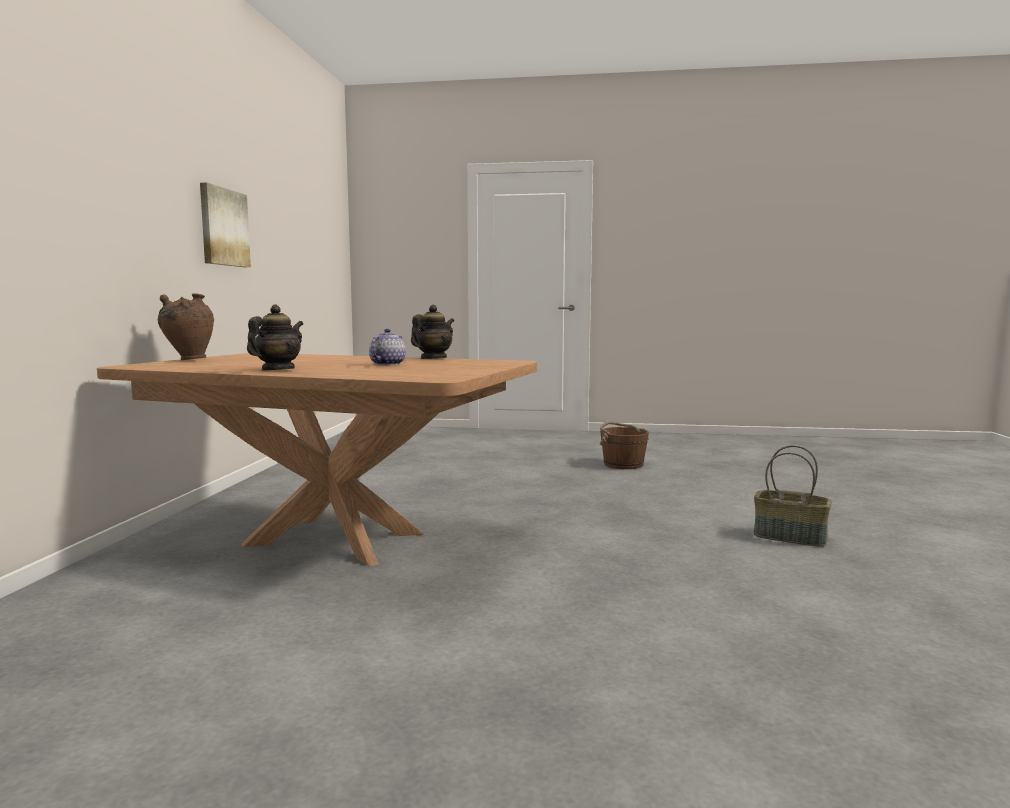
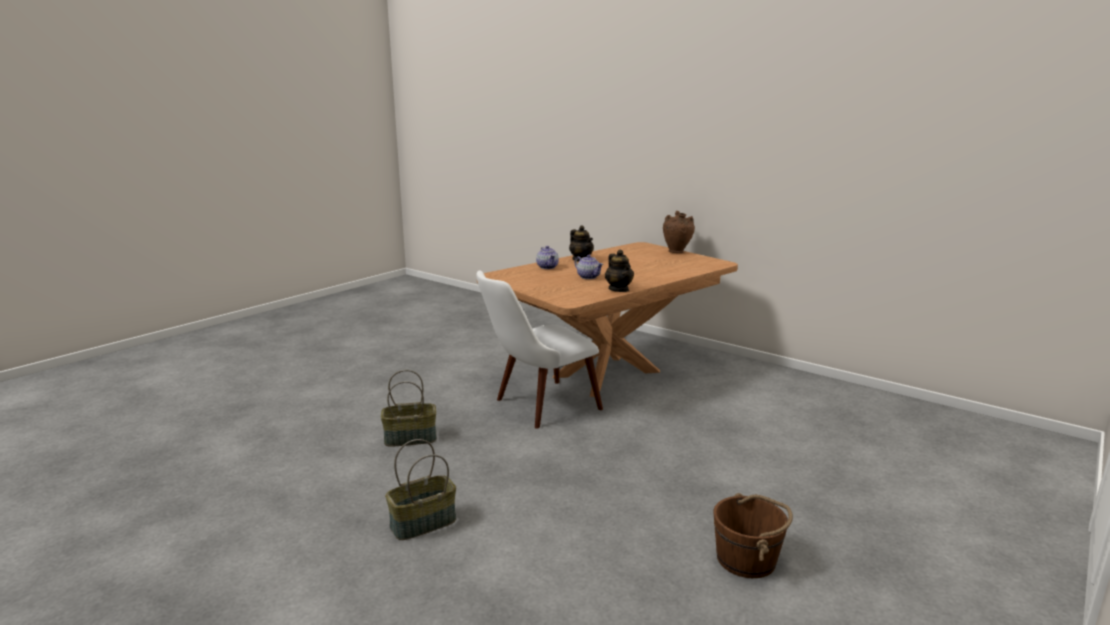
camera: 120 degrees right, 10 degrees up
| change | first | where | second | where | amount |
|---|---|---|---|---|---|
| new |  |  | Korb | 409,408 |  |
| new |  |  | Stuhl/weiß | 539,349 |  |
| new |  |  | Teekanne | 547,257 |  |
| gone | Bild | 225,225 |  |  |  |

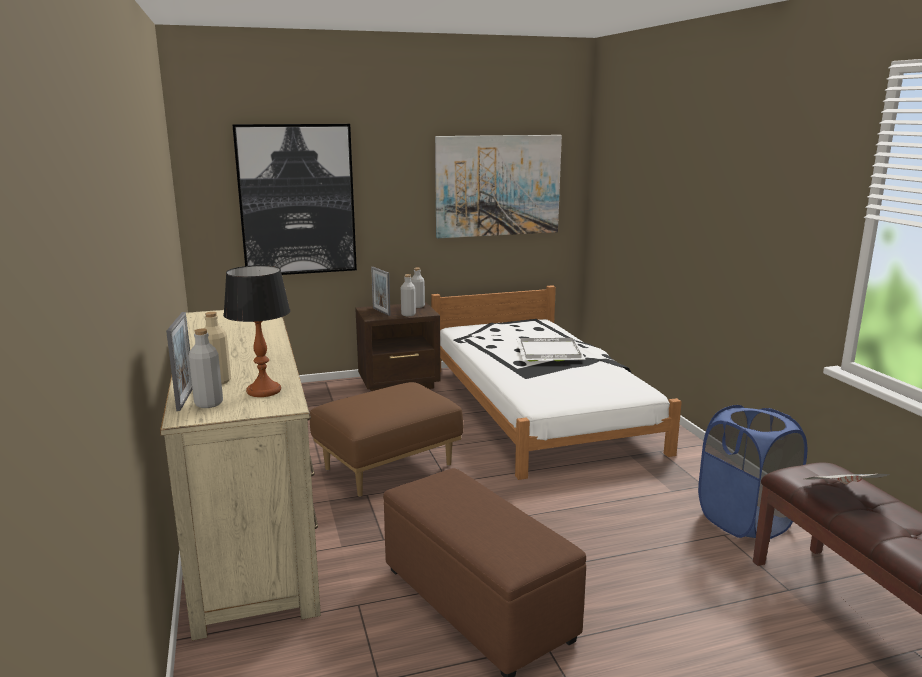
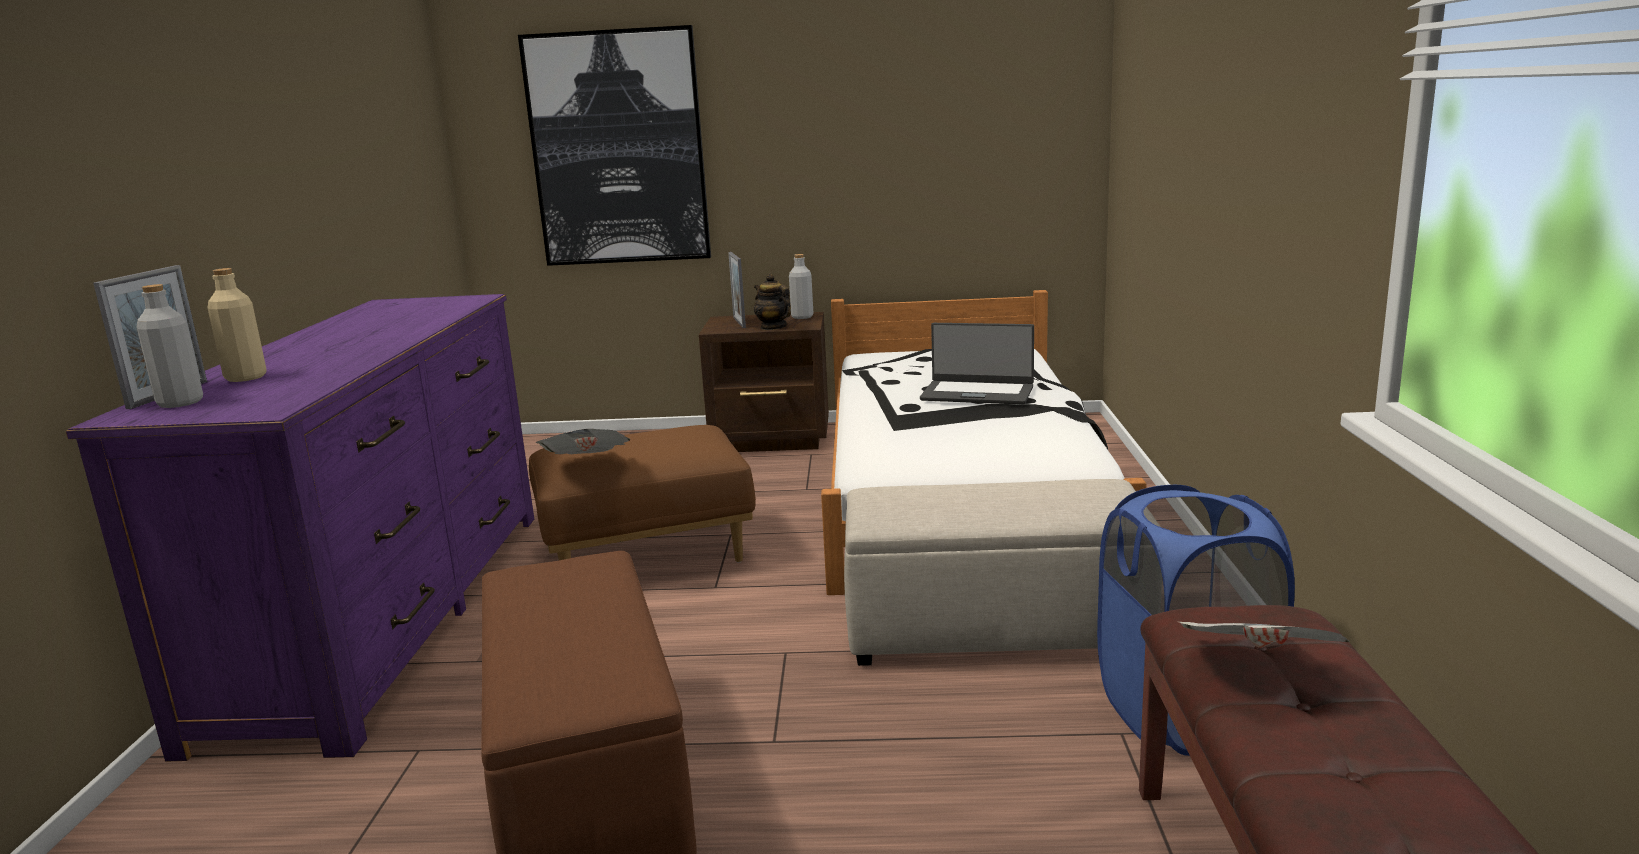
camera: 20 degrees right, 0 degrees up
| change | first | where | second | where | amount |
|---|---|---|---|---|---|
| repainted | Kommode/beige | 240,475 | Kommode/lila | 300,527 |  |
| new |  |  | Zeitung | 583,441 |  |
| swapped | Flasche/grau | 408,295 | Teekanne | 772,302 |  |
| new |  |  | Polsterhocker/beige | 990,572 |  |
| swapped | Tablett/weiß | 551,350 | Laptop | 977,364 |  |
| gone | Tischlampe | 256,331 |  |  |  |
| gone | Bild | 498,186 |  |  |  |

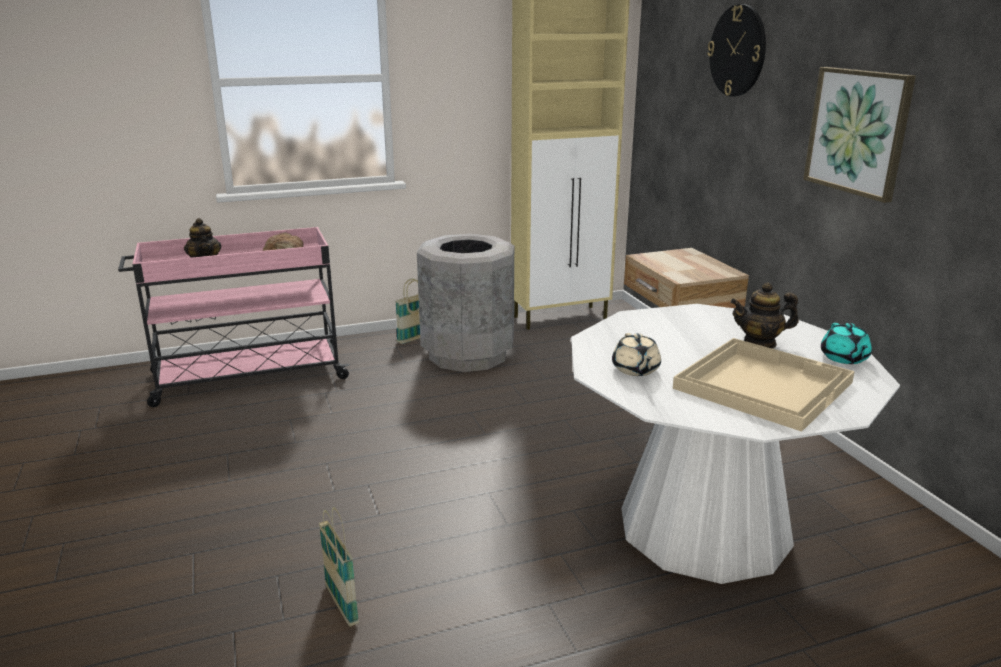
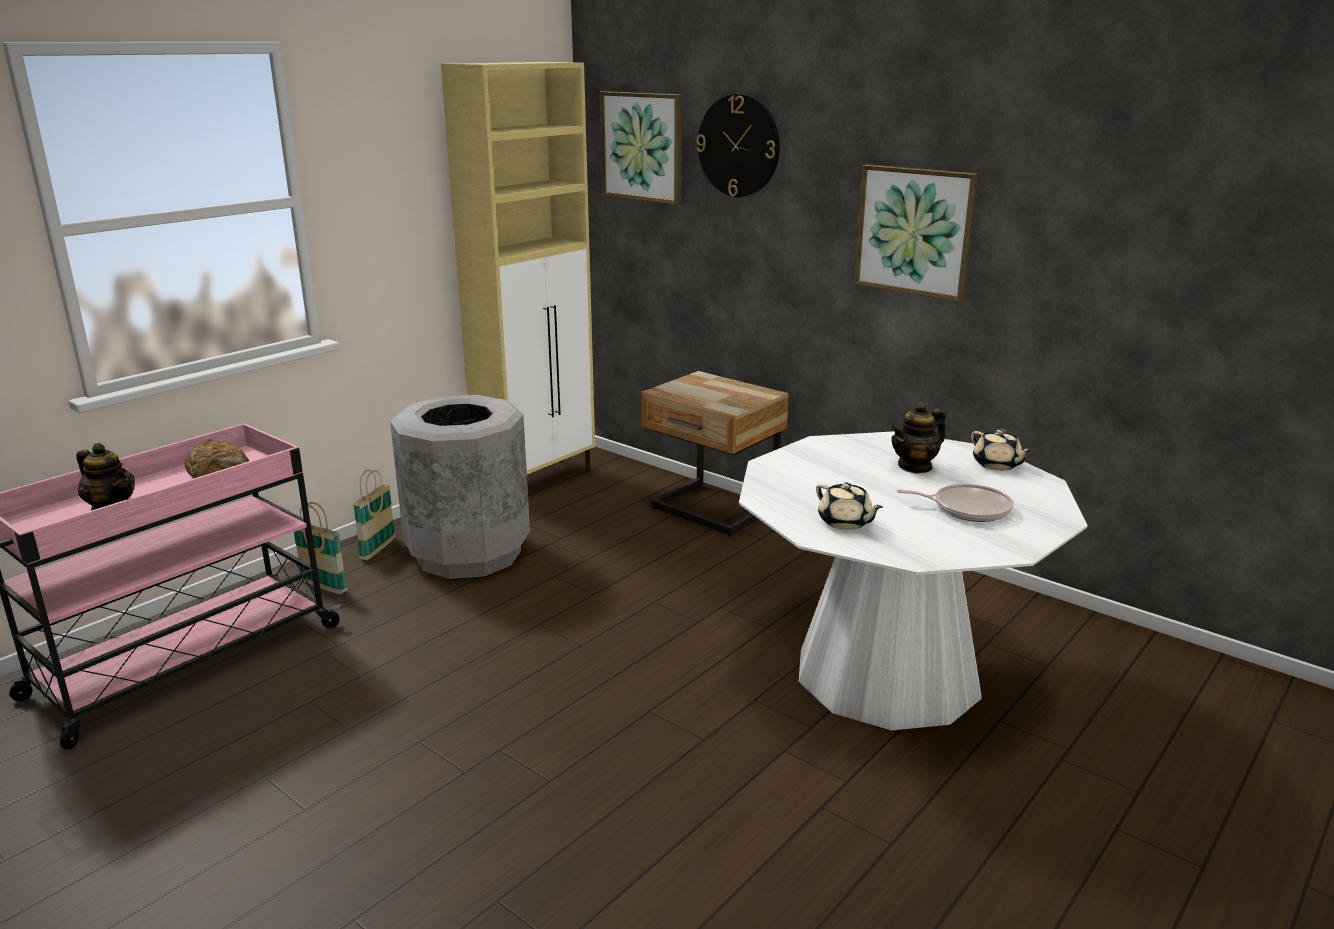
camera: 30 degrees left, 0 degrees up
| change | first | where | second | where | amount |
|---|---|---|---|---|---|
| shifted | Korb | 339,567 |  | 321,548 |  |
| new |  |  | Bild | 641,148 |  |
| swapped | Tablett/beige | 764,385 | Pfanne | 955,503 |  |
| repainted | Teekanne/türkis | 846,343 | Teekanne/beige | 1002,450 |  |

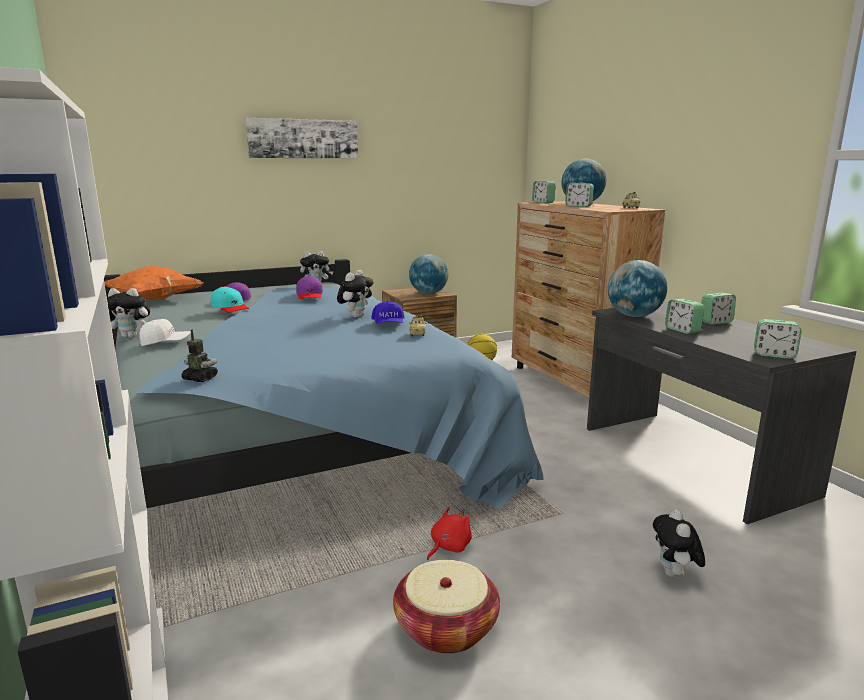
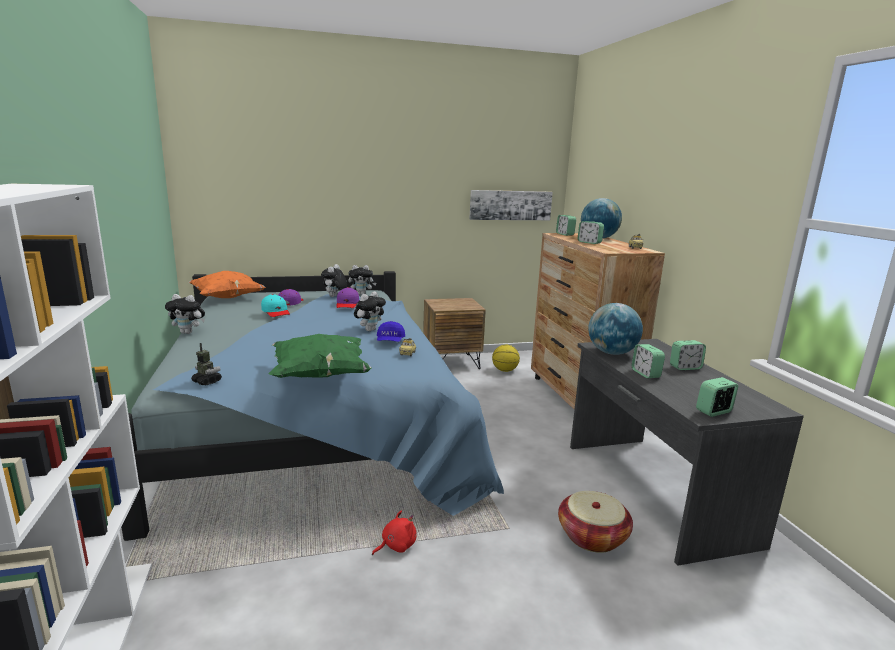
camera: 10 degrees right, 0 degrees up
| change | first | where | second | where | amount |
|---|---|---|---|---|---|
| new |  |  | Kissen/grün | 320,356 |  |
| shifted | Plüschtier | 679,543 |  | 334,280 |  |
| shifted | Bild | 301,138 |  | 511,205 |  |
| shifted | Korb | 446,607 |  | 595,522 |  |
| rotated | Wecker | 778,339 |  | 717,397 | 120 degrees clockwise |
| gone | Kappe/weiß | 165,332 |  |  |  |
| gone | Globus | 428,274 |  |  |  |

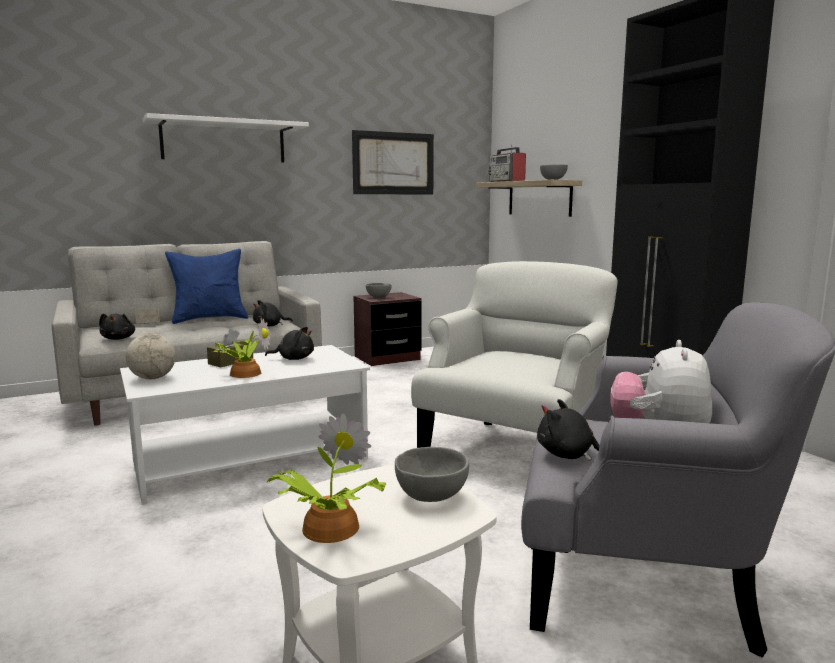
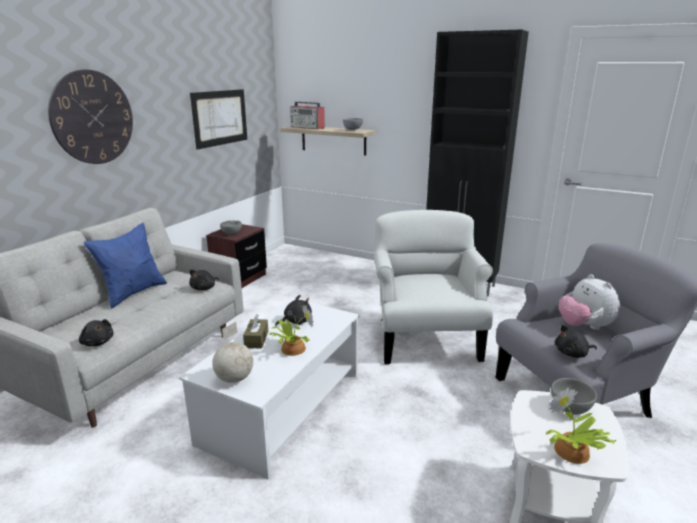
camera: 35 degrees left, 10 degrees up
| change | first | where | second | where | amount |
|---|---|---|---|---|---|
| swapped | Wandregal/weiß | 225,137 | Wanduhr | 90,117 |  |

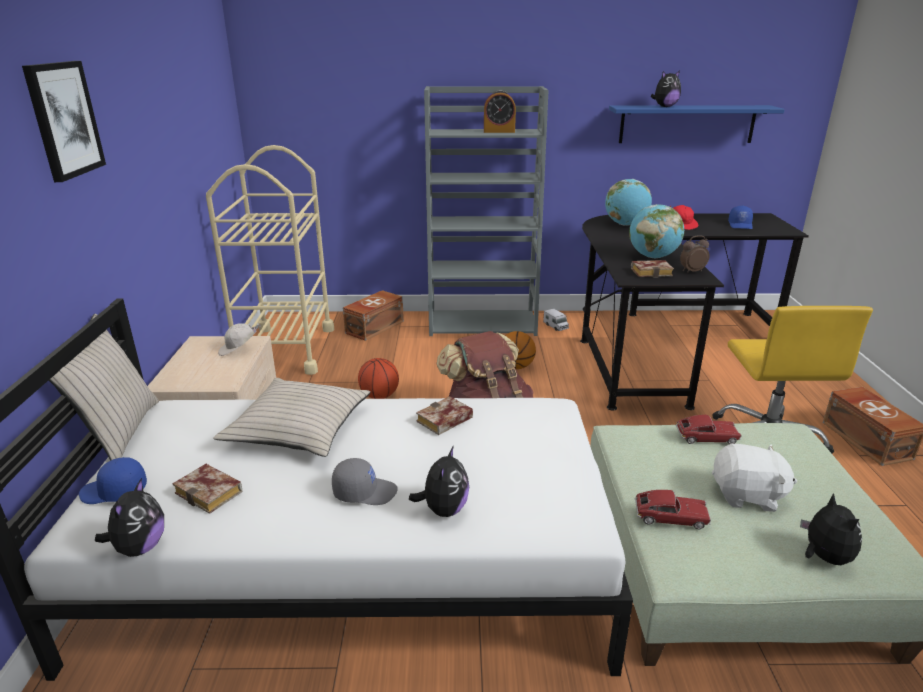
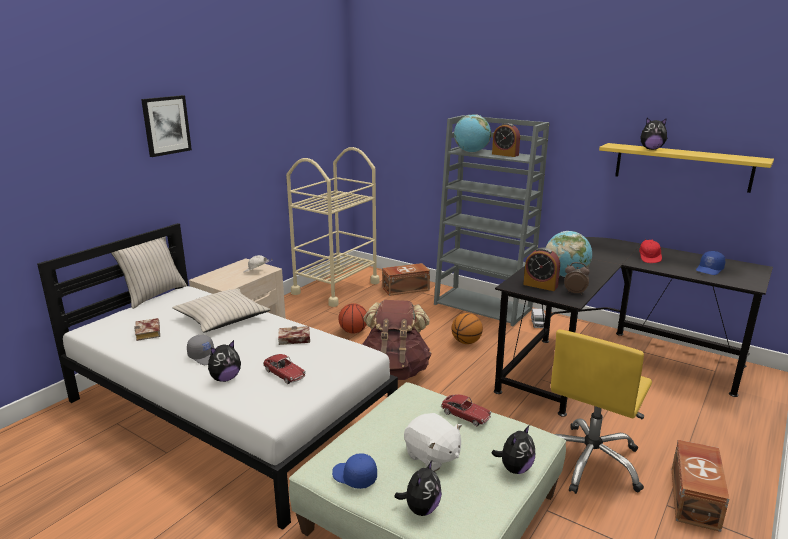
camera: 35 degrees right, 5 degrees down
| change | first | where | second | where | amount |
|---|---|---|---|---|---|
| shifted | Spielzeugauto | 673,509 |  | 284,369 |  |
| shifted | Kappe/blau | 113,480 |  | 354,471 |  |
| shifted | Globus | 628,202 |  | 472,133 |  |
| shifted | Plüschtier | 129,517 |  | 513,449 |  |
| swapped | Buch | 652,269 | Wecker | 541,269 |  |
| repainted | Wandregal/blau | 697,124 | Wandregal/gelb | 686,168 |  |

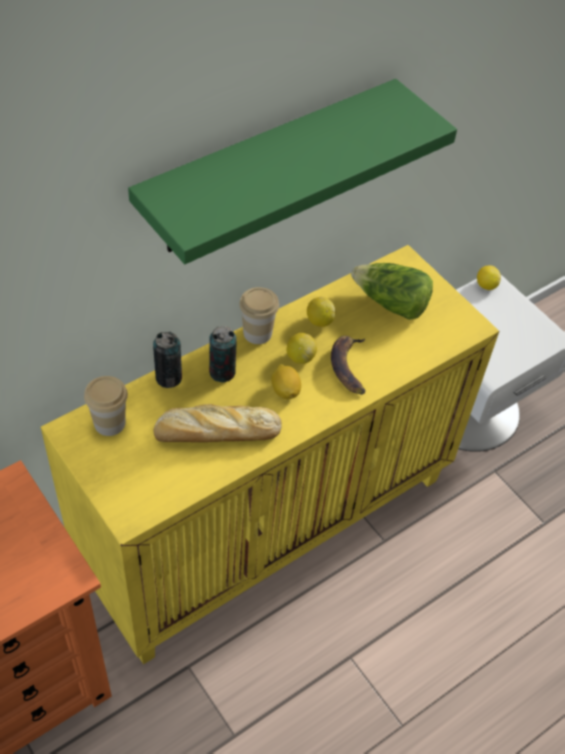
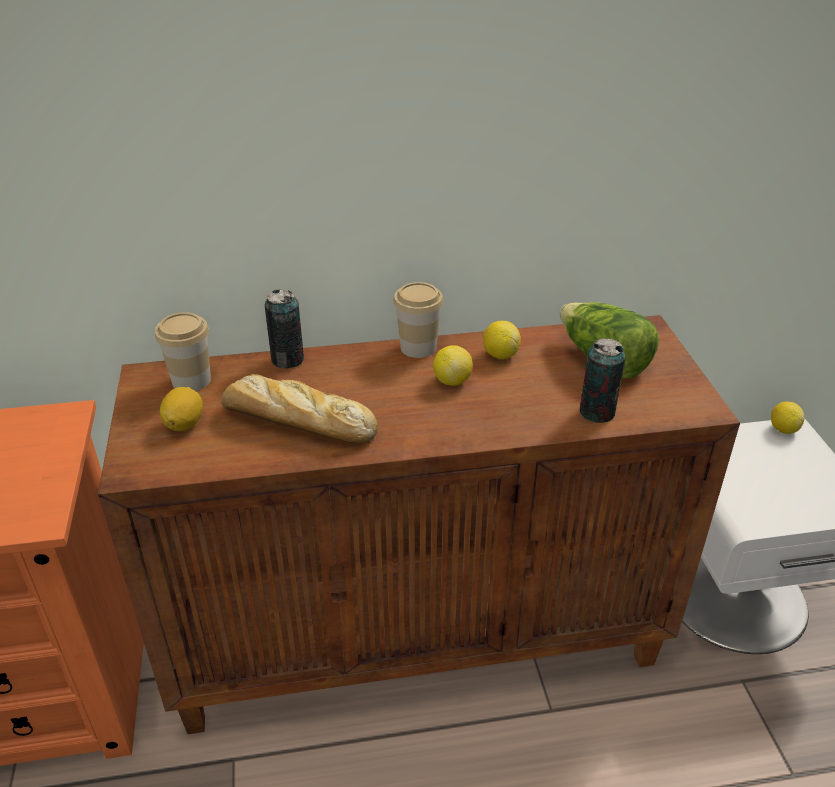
camera: 30 degrees right, 15 degrees down
| change | first | where | second | where | amount |
|---|---|---|---|---|---|
| repainted | Schrank/gelb | 270,454 | Schrank/braun | 419,524 |  |
| shifted | Zitrone | 286,381 |  | 181,409 |  |
| shifted | Dose | 223,354 |  | 602,380 |  |
| gone | Wandregal/grün | 292,171 |  |  |  |
| gone | Banane | 348,365 |  |  |  |

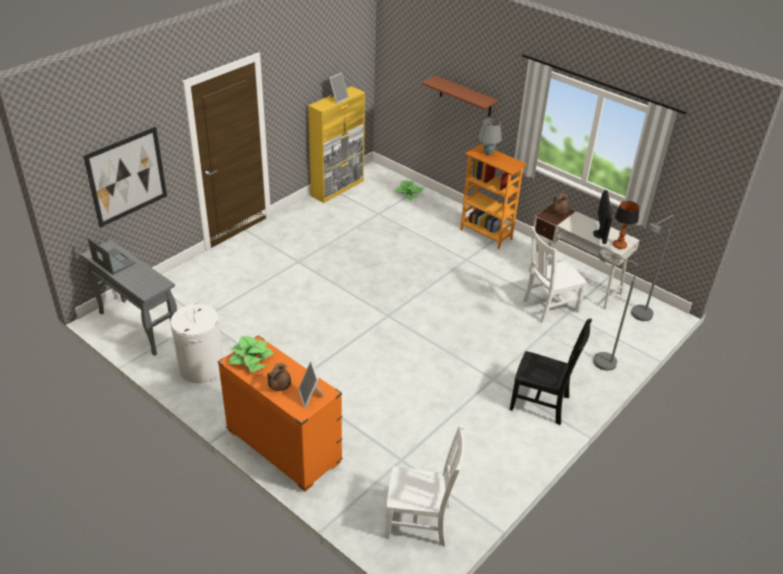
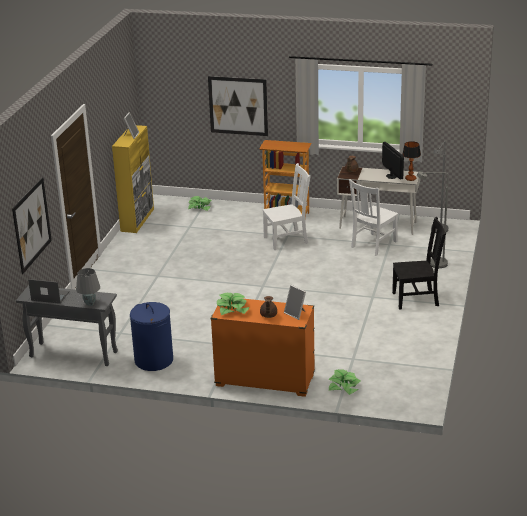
camera: 25 degrees left, 10 degrees down
| change | first | where | second | where | amount |
|---|---|---|---|---|---|
| shifted | Tischlampe/grau | 490,136 |  | 88,287 |  |
| repainted | Wäschekorb/weiß | 196,343 | Wäschekorb/blau | 151,336 |  |
| swapped | Wandregal/braun | 460,96 | Bild | 238,106 |  |
| shifted | Stuhl/weiß | 424,485 |  | 287,206 |  |
| new |  |  | Topfpflanze | 344,382 |  |

